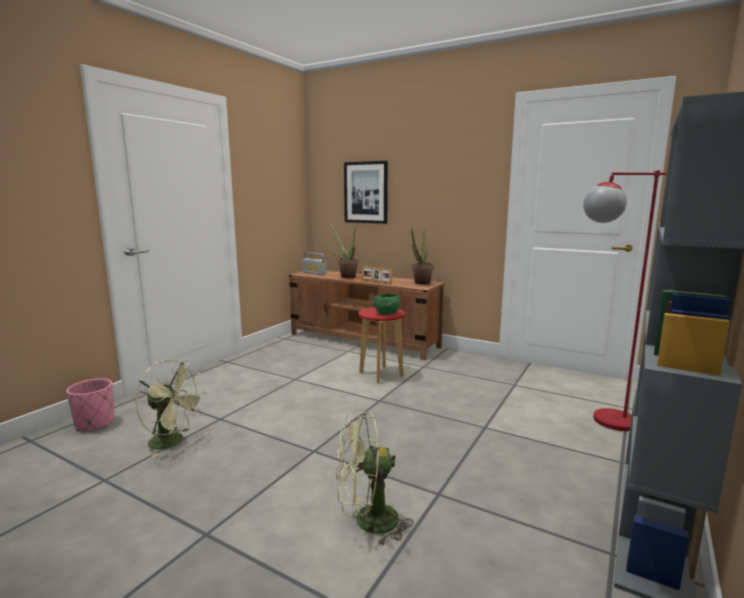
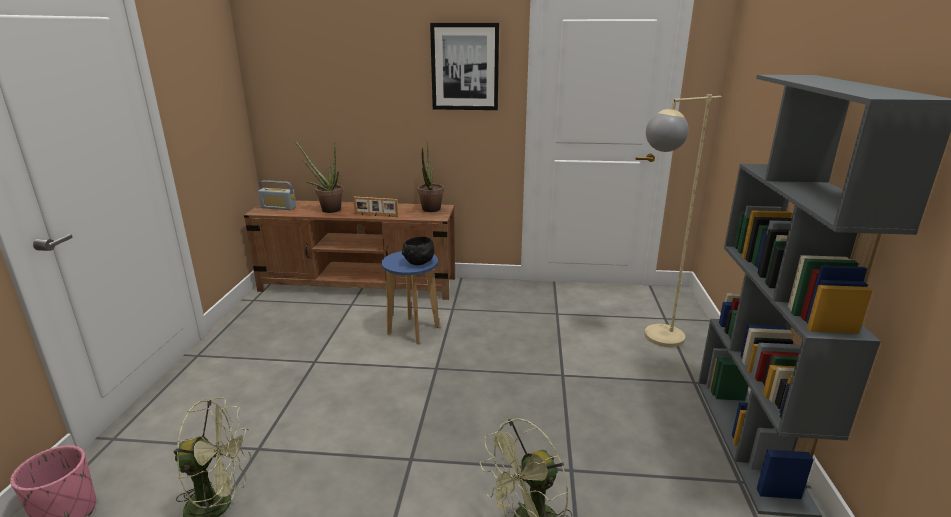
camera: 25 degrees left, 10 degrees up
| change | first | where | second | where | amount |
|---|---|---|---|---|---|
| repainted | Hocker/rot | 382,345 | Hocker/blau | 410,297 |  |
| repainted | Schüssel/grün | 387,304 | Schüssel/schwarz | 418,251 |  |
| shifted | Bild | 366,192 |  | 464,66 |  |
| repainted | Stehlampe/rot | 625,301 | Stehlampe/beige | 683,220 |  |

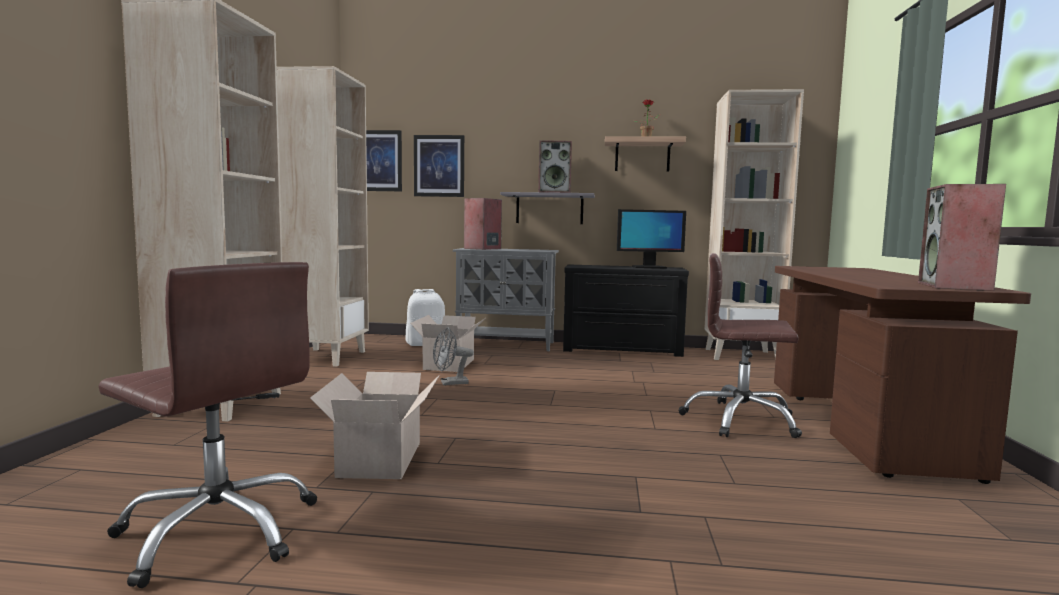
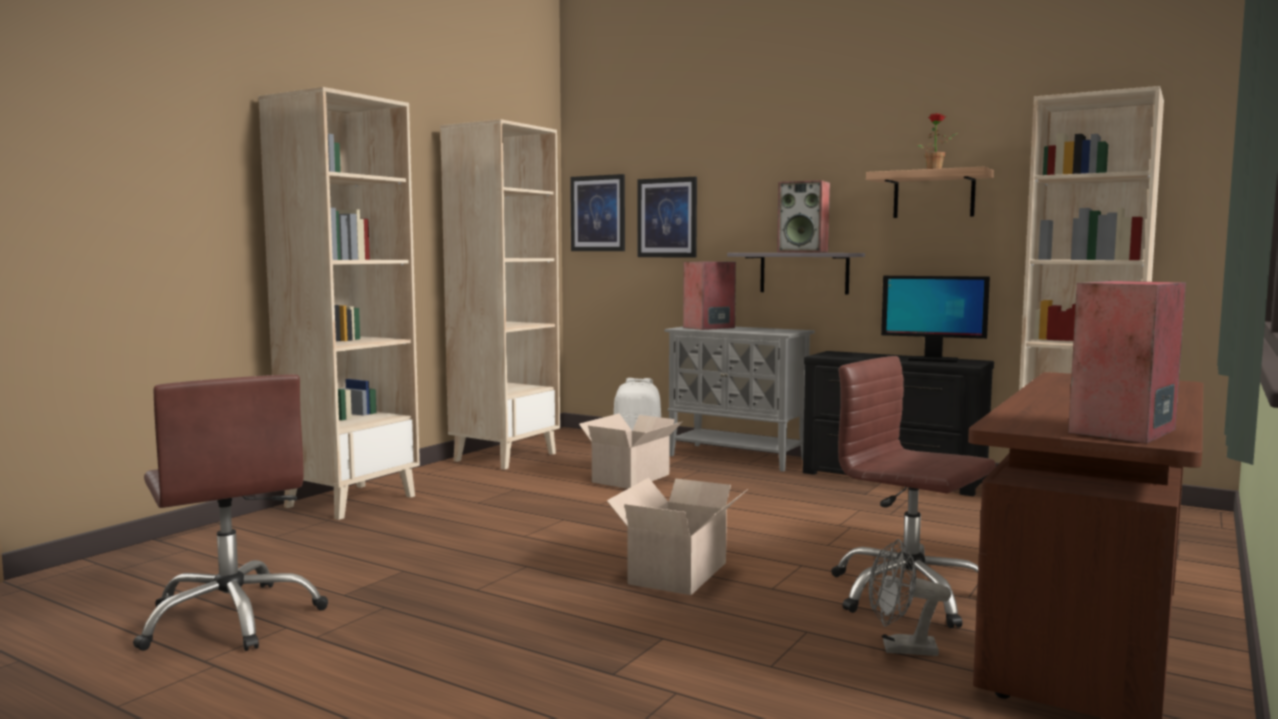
camera: 25 degrees right, 0 degrees up
| change | first | where | second | where | amount |
|---|---|---|---|---|---|
| shifted | Karton | 375,425 |  | 677,536 |  |
| shifted | Ventilator/grau | 453,356 |  | 910,597 |  |

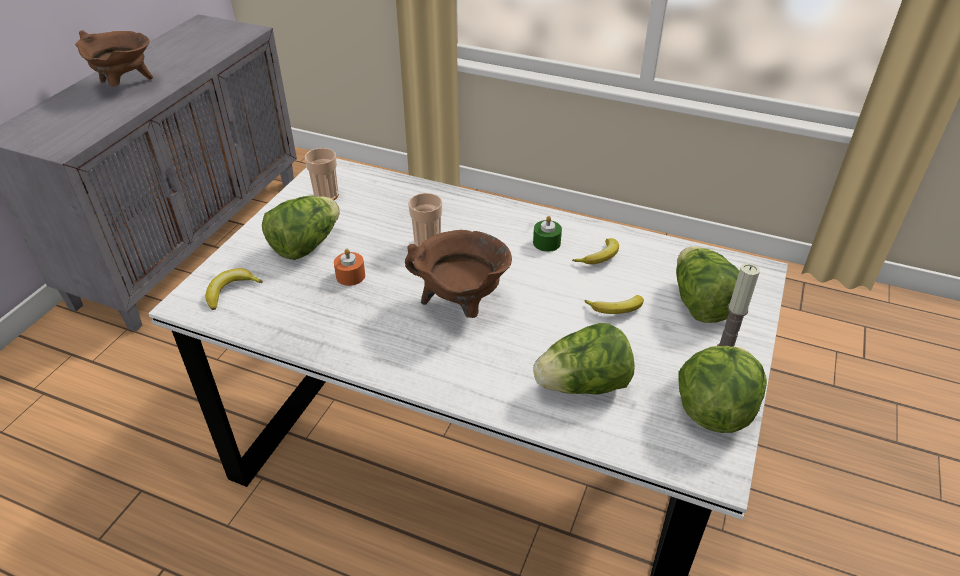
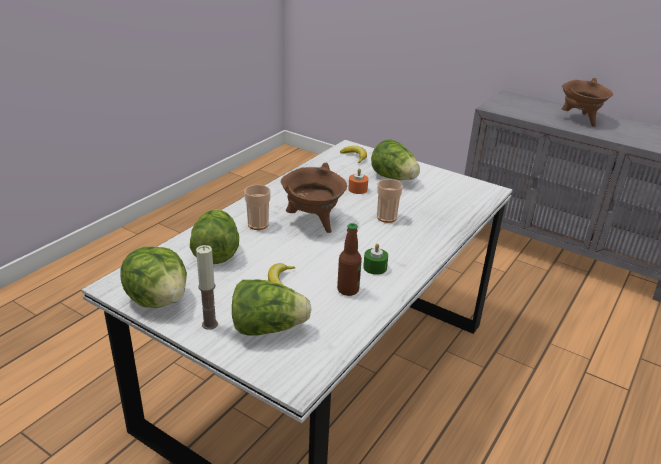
camera: 100 degrees right, 10 degrees down
| change | first | where | second | where | amount |
|---|---|---|---|---|---|
| shifted | Tasse | 322,174 |  | 257,207 |  |
| swapped | Banane | 595,251 | Flasche | 349,259 |  |

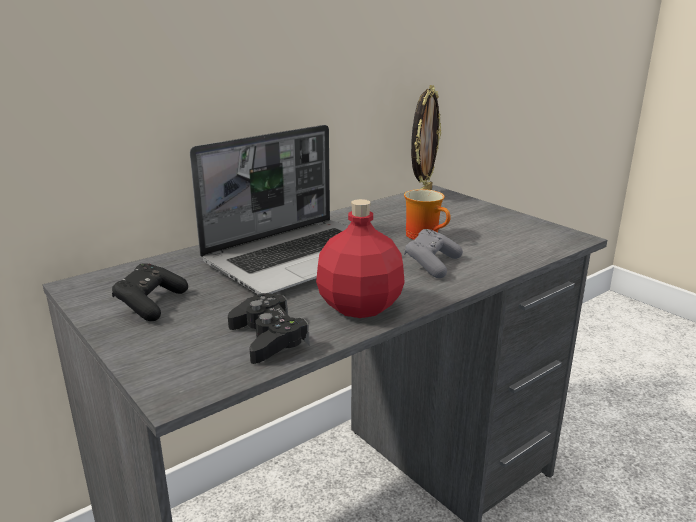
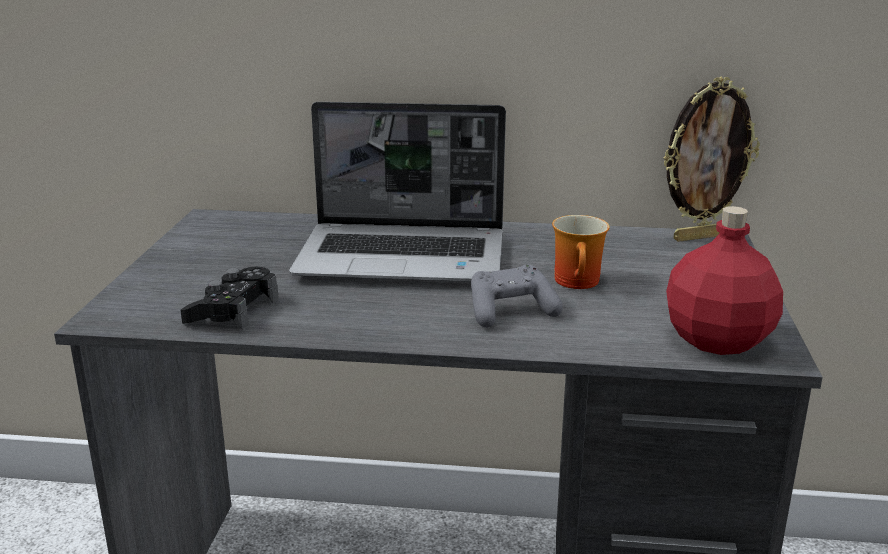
camera: 45 degrees right, 0 degrees up
| change | first | where | second | where | amount |
|---|---|---|---|---|---|
| shifted | Flasche/rot | 360,258 |  | 724,280 |  |
| gone | Gamepad/schwarz | 150,292 |  |  |  |

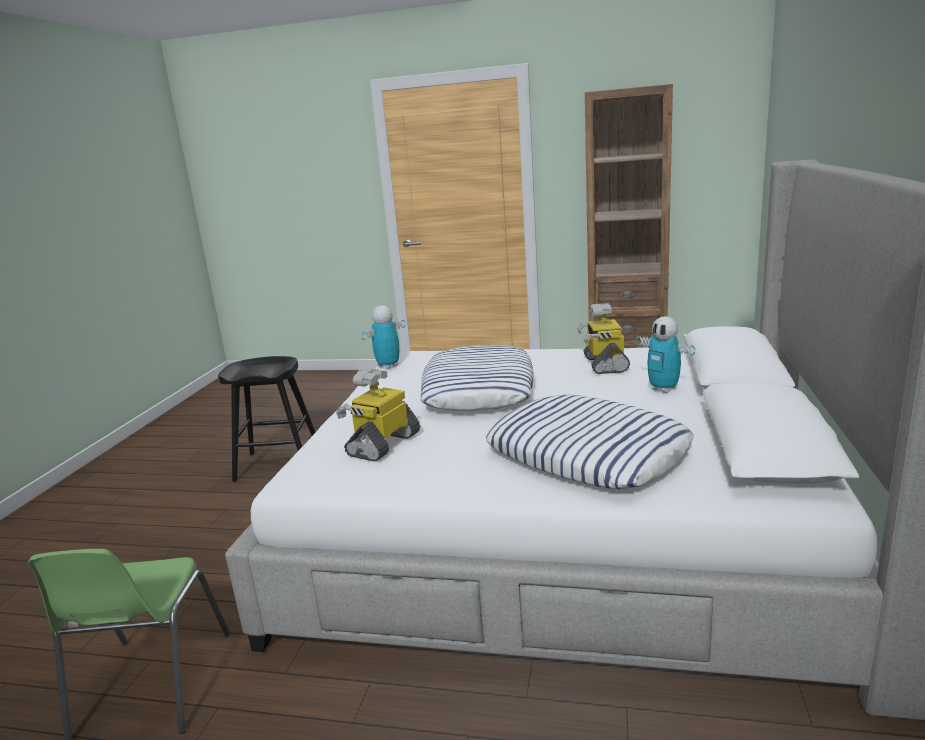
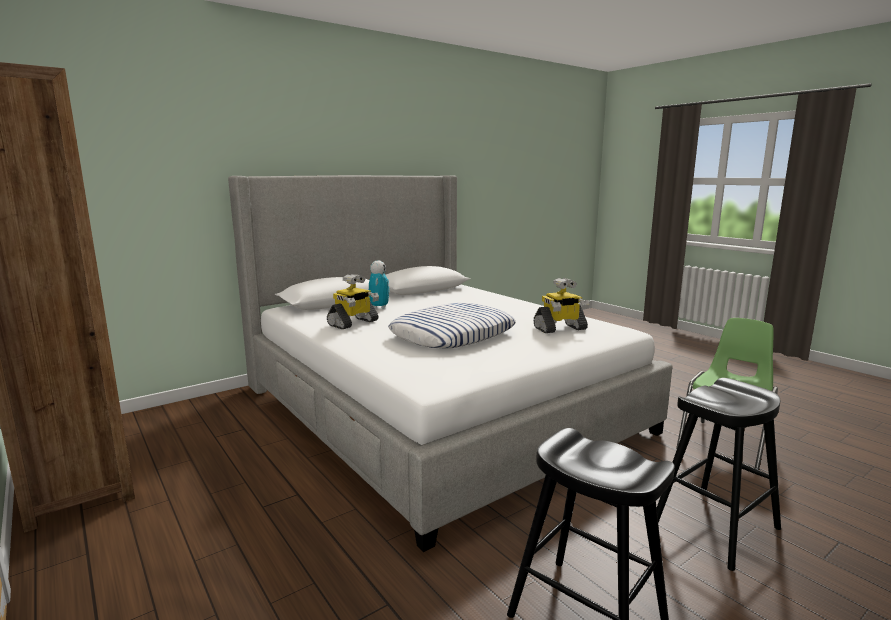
camera: 140 degrees left, 5 degrees down
| change | first | where | second | where | amount |
|---|---|---|---|---|---|
| new |  |  | Hocker/schwarz | 719,474 |  |
| gone | Spielzeugroboter | 383,337 |  |  |  |
| gone | Kissen | 590,442 |  |  |  |

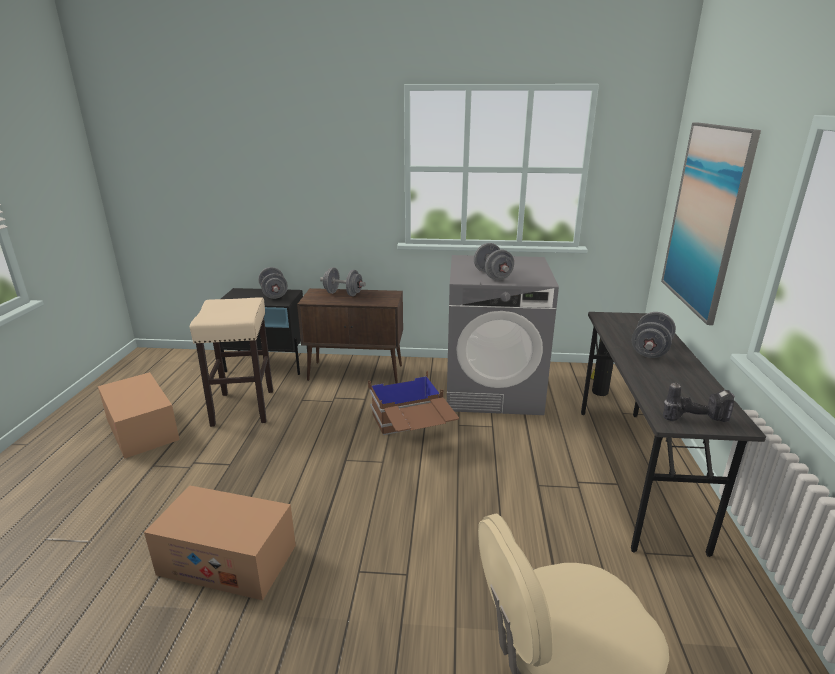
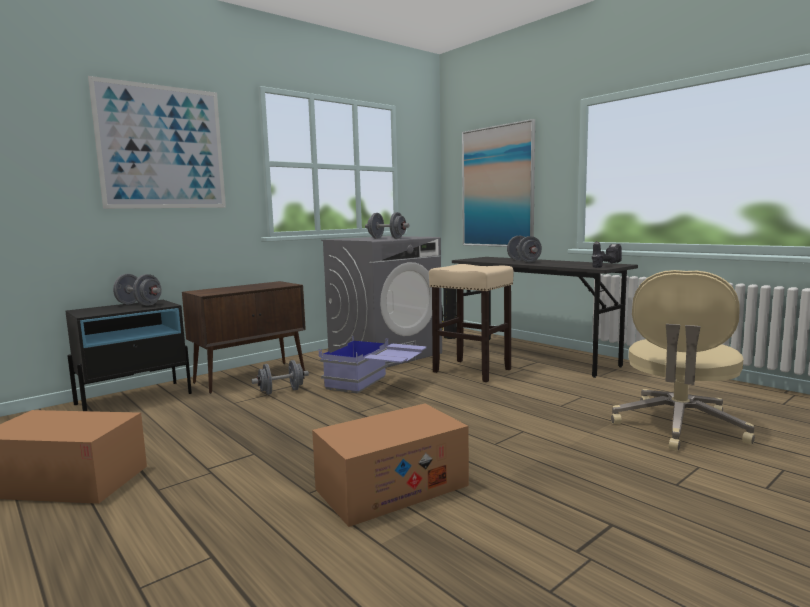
camera: 45 degrees left, 15 degrees down
| change | first | where | second | where | amount |
|---|---|---|---|---|---|
| new |  |  | Bild | 157,142 |  |
| shifted | Hantel/grau | 343,281 |  | 280,377 |  |
| repainted | Aufbewahrungsbox/braun | 413,403 | Aufbewahrungsbox/blau | 373,364 |  |
| shifted | Hocker/beige | 231,362 |  | 471,323 |  |

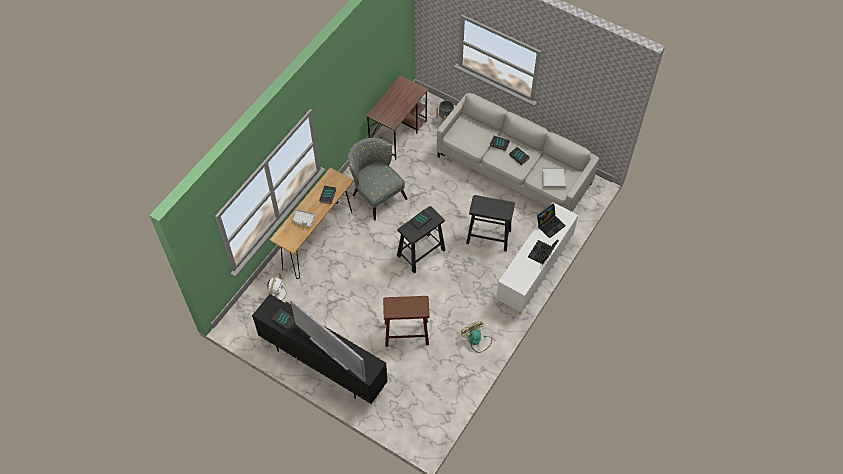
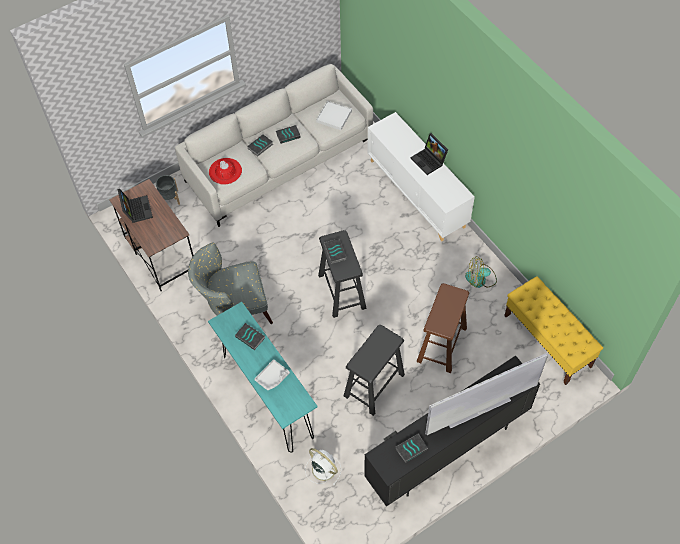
camera: 65 degrees left, 0 degrees up
| change | first | where | second | where | amount |
|---|---|---|---|---|---|
| shifted | Laptop | 551,220 |  | 135,206 |  |
| repainted | Konsolentisch/braun | 312,223 | Konsolentisch/türkis | 263,377 |  |
| new |  |  | Hut/rot | 225,171 |  |
| shifted | Hocker/schwarz | 490,223 |  | 374,370 |  |
| new |  |  | Bank/gelb | 553,330 |  |

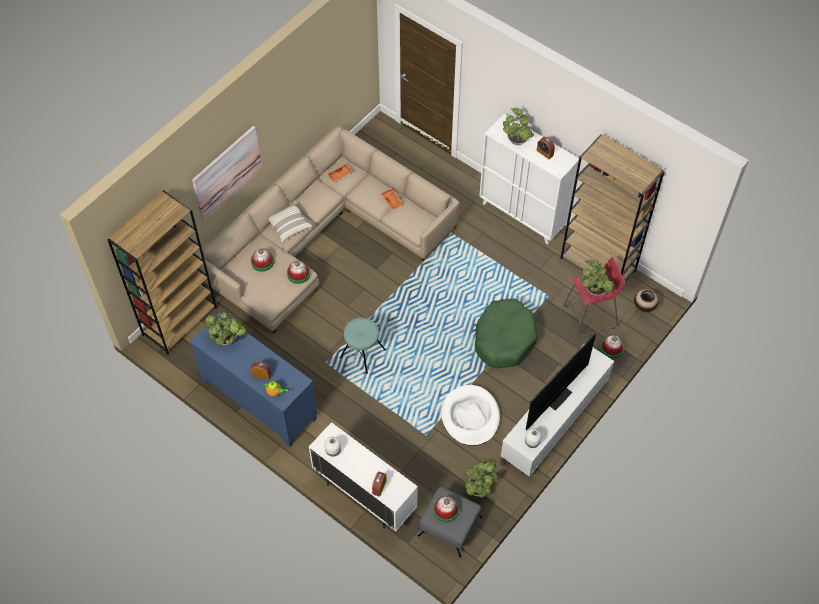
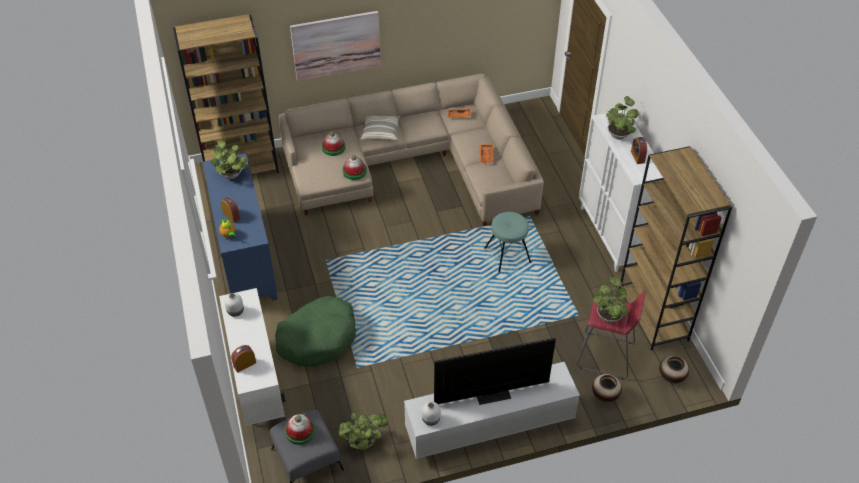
camera: 35 degrees right, 10 degrees down
| change | first | where | second | where | amount |
|---|---|---|---|---|---|
| shifted | Hundebett/grün | 506,333 |  | 315,331 |  |
| shifted | Hocker/türkis | 363,346 |  | 508,242 |  |
| swapped | Hut | 612,346 | Vase | 607,388 |  |
| gone | Hundebett/weiß | 470,415 |  |  |  |

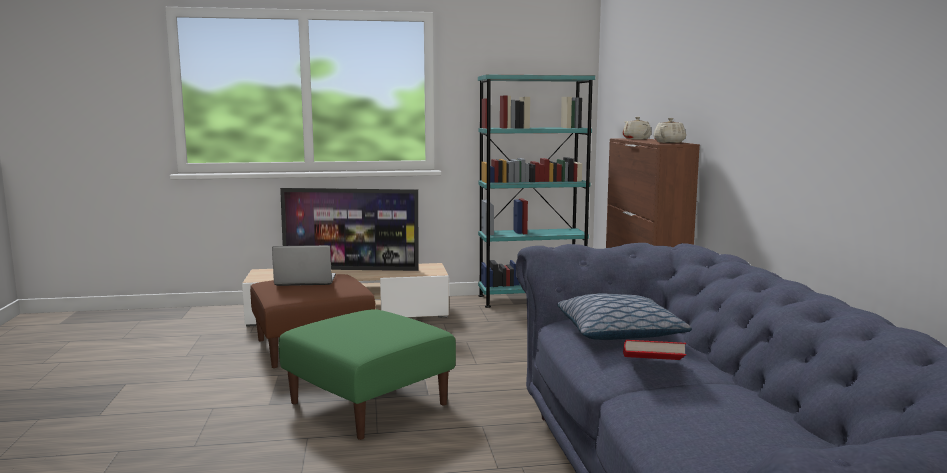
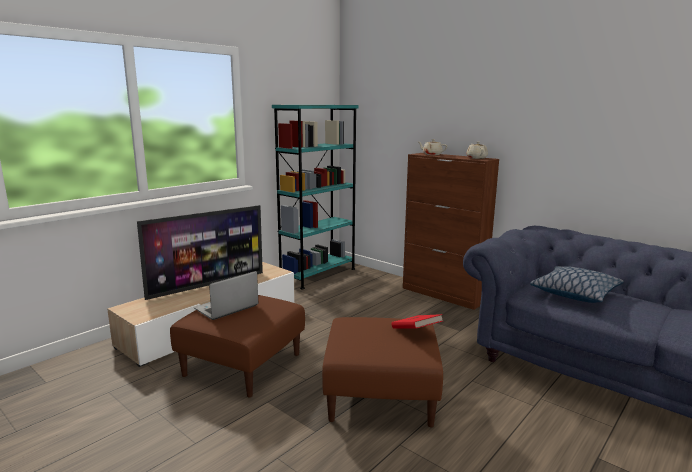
camera: 40 degrees left, 5 degrees up
| change | first | where | second | where | amount |
|---|---|---|---|---|---|
| repainted | Polsterhocker/grün | 367,374 | Polsterhocker/braun | 382,372 |  |
| shifted | Buch/rot | 654,350 |  | 417,321 |  |

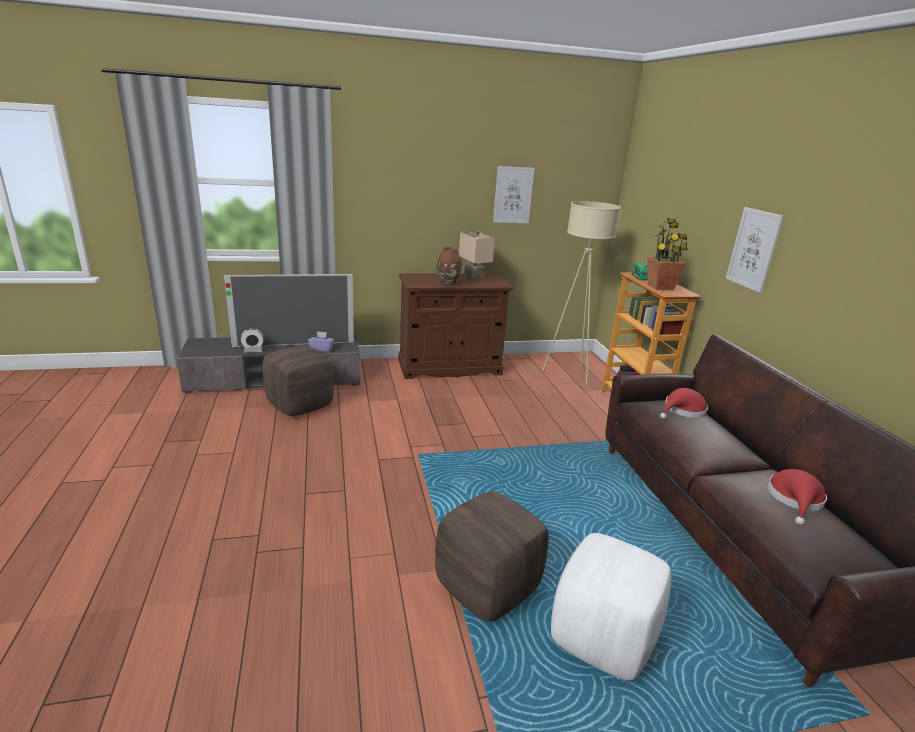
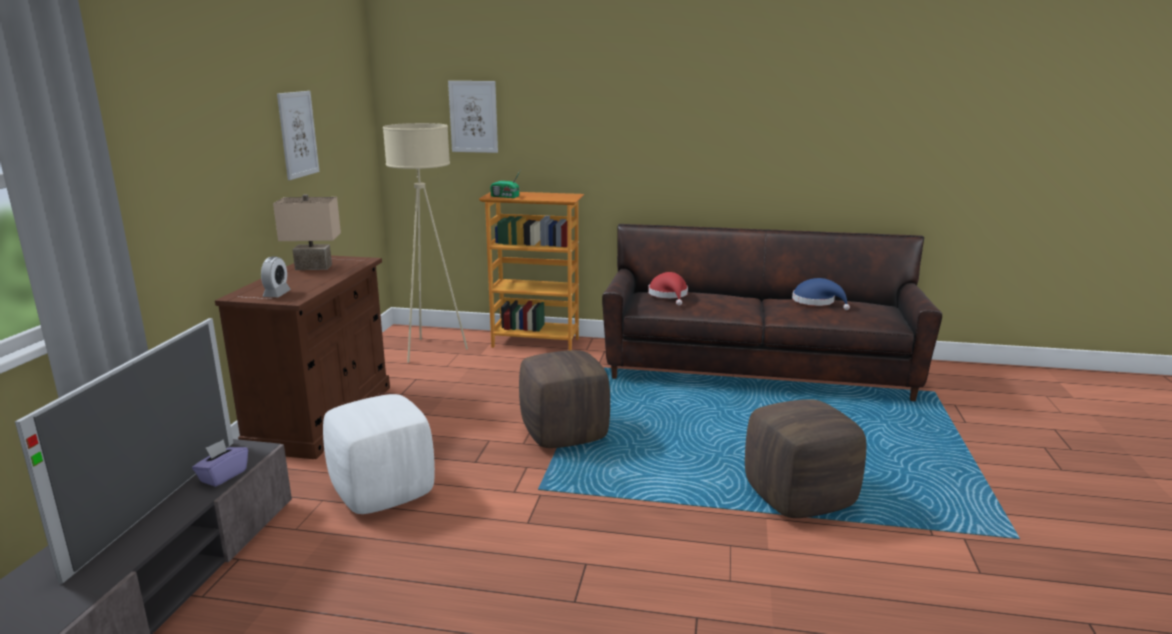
camera: 65 degrees left, 5 degrees down
| change | first | where | second | where | amount |
|---|---|---|---|---|---|
| shifted | Wecker | 252,340 |  | 276,276 |  |
| shifted | Polsterhocker/weiß | 611,607 |  | 379,454 |  |
| shifted | Bild | 755,250 |  | 473,117 |  |
| shifted | Polsterhocker/braun | 298,381 |  | 564,399 |  |
| repainted | Hut/rot | 797,497 | Hut/blau | 821,294 |  |
| gone | Vase/braun | 449,266 |  |  |  |
| gone | Topfpflanze | 667,254 |  |  |  |

